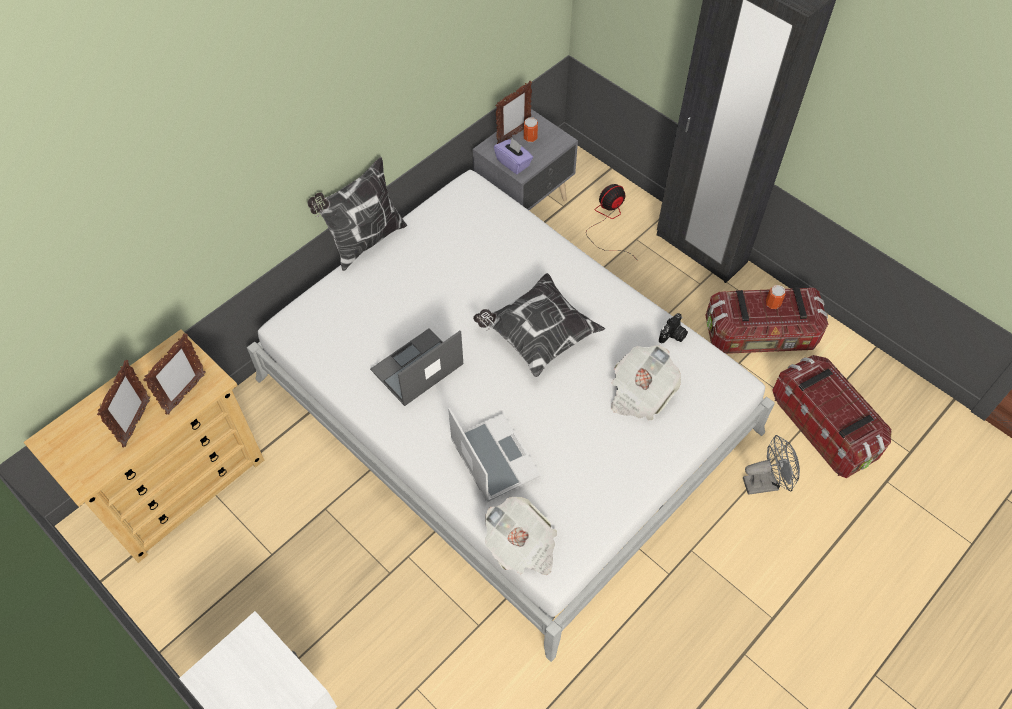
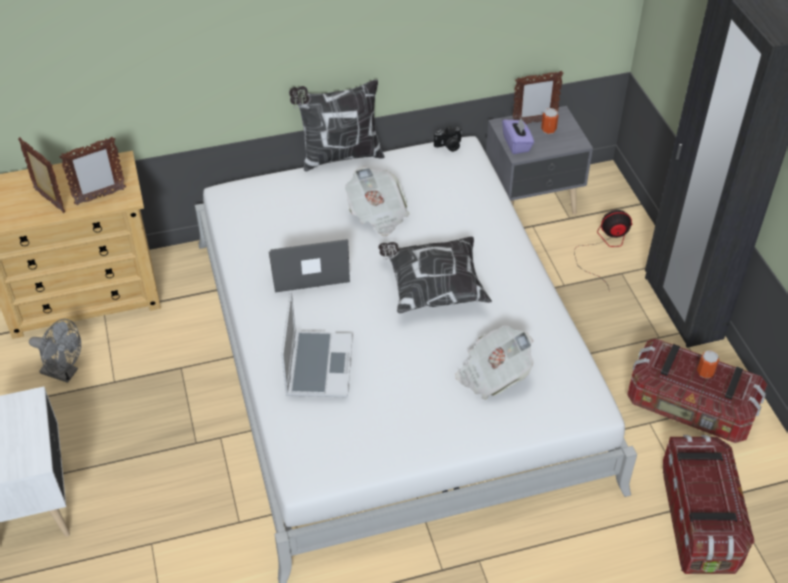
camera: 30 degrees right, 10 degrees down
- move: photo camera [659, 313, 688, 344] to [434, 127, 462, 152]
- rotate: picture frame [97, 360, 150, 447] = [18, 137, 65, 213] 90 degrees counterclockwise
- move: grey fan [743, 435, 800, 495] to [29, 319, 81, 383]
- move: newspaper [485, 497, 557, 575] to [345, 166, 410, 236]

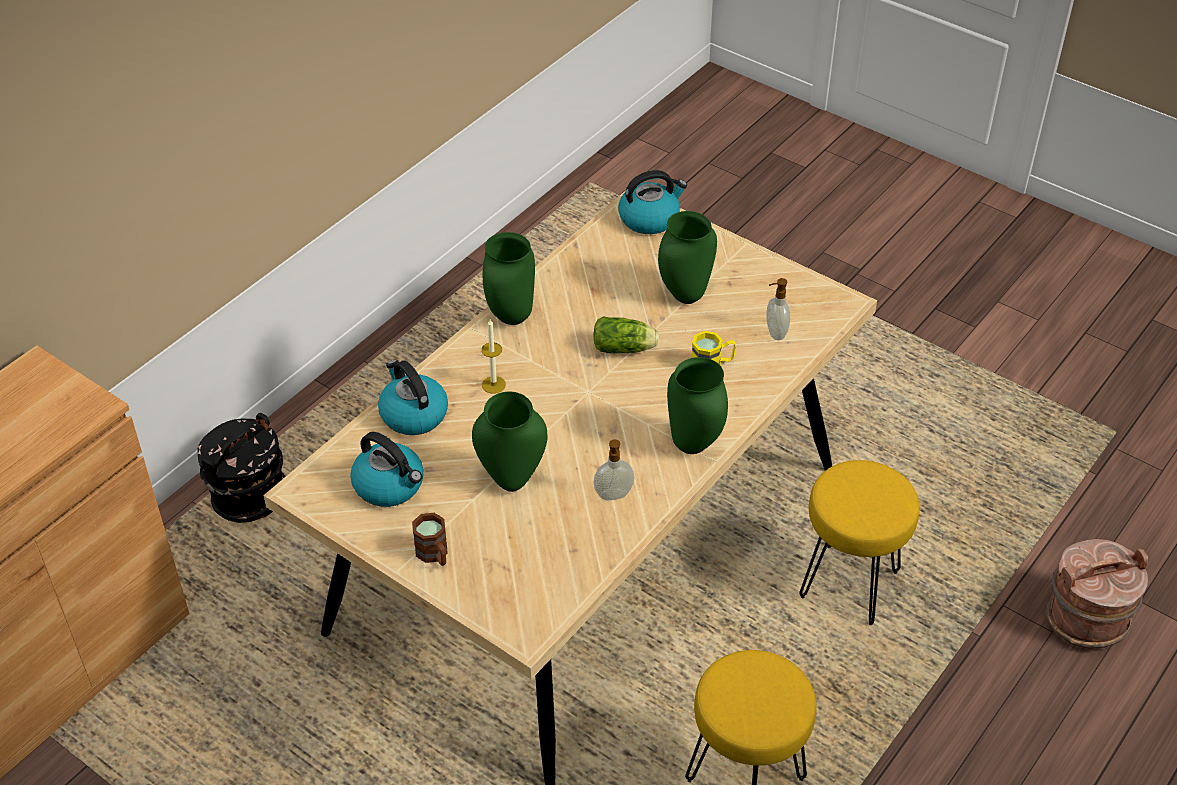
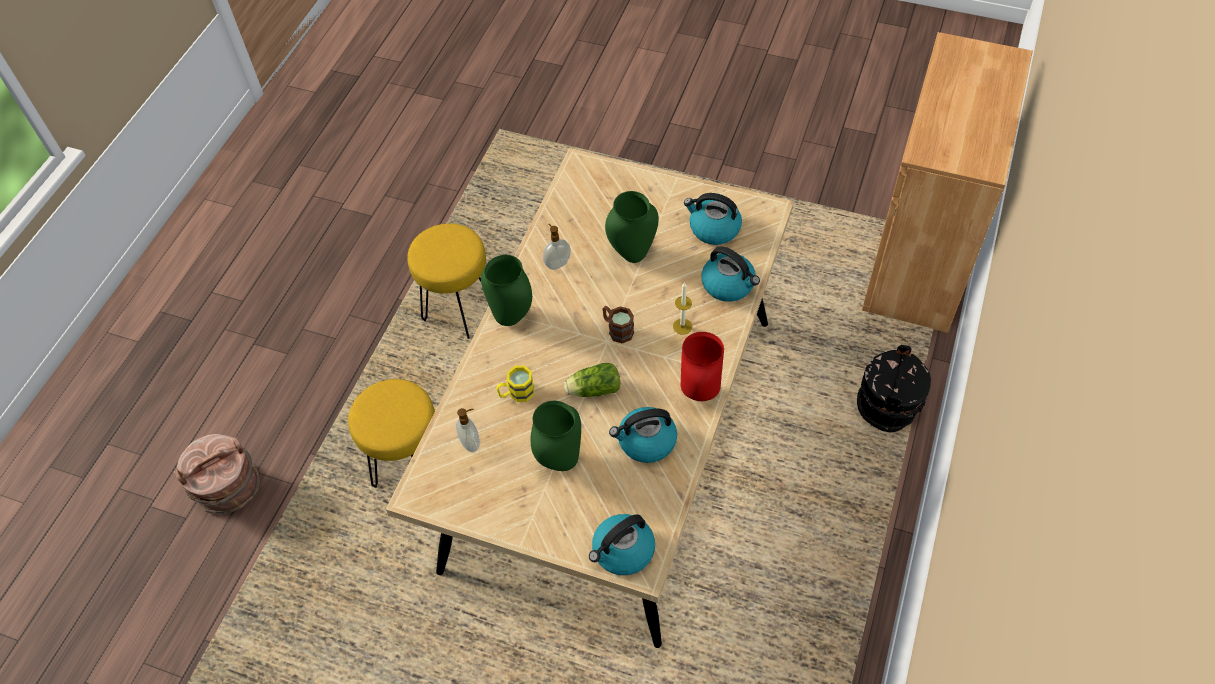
camera: 165 degrees right, 10 degrees up
- recolor: green vase [483, 232, 535, 325] to red vase [681, 332, 724, 401]
- move: brown mug [412, 513, 448, 566] to [603, 306, 634, 344]
- insert: kettle [609, 407, 677, 463]

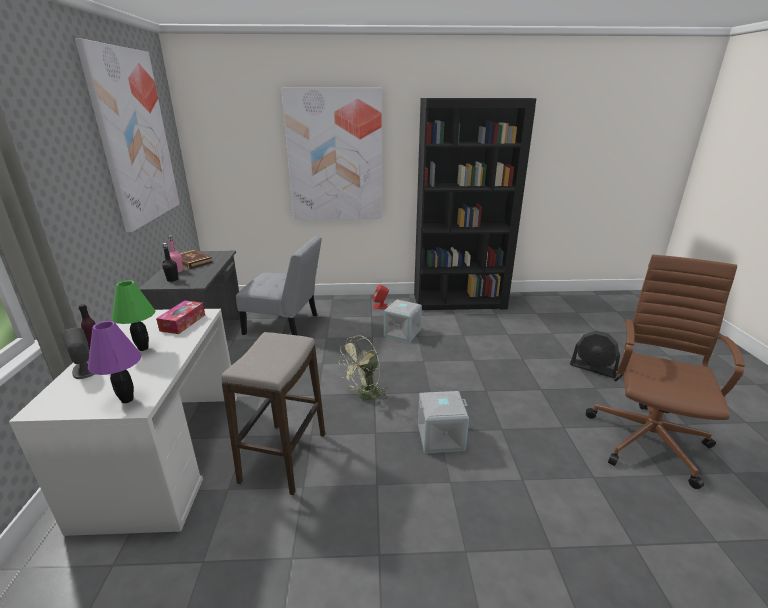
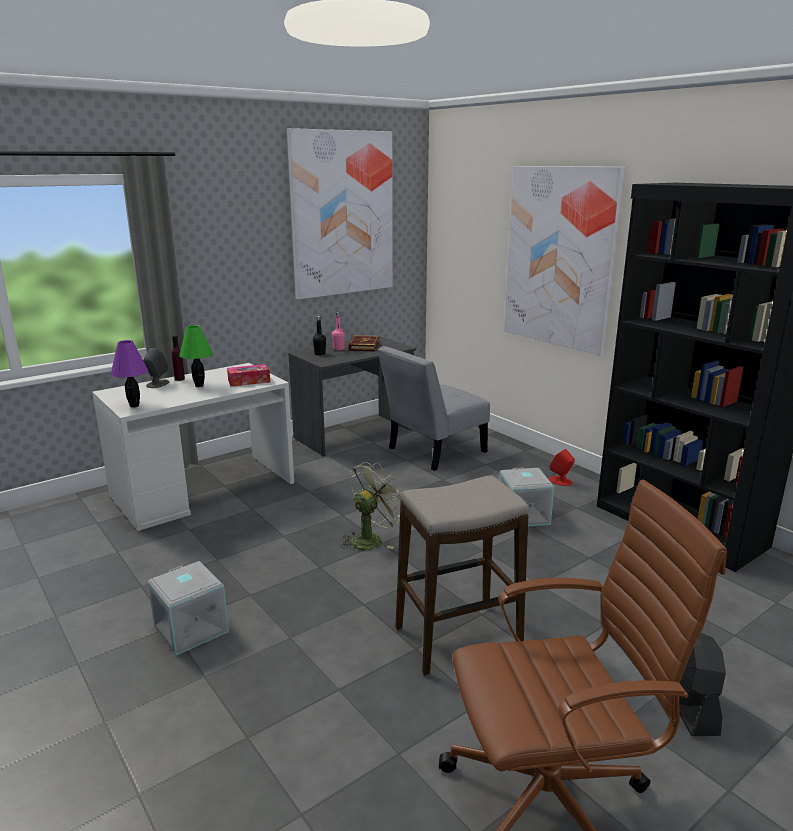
camera: 55 degrees right, 5 degrees down
- rotate: grey chair [236, 236, 322, 336] = [378, 346, 490, 471] 75 degrees clockwise
- move: stool [221, 332, 325, 495] to [395, 475, 528, 675]
- rotate: green fan [338, 335, 389, 403] = [341, 462, 401, 550] 120 degrees clockwise
- move: grey storage box [418, 391, 469, 453] to [147, 561, 229, 656]

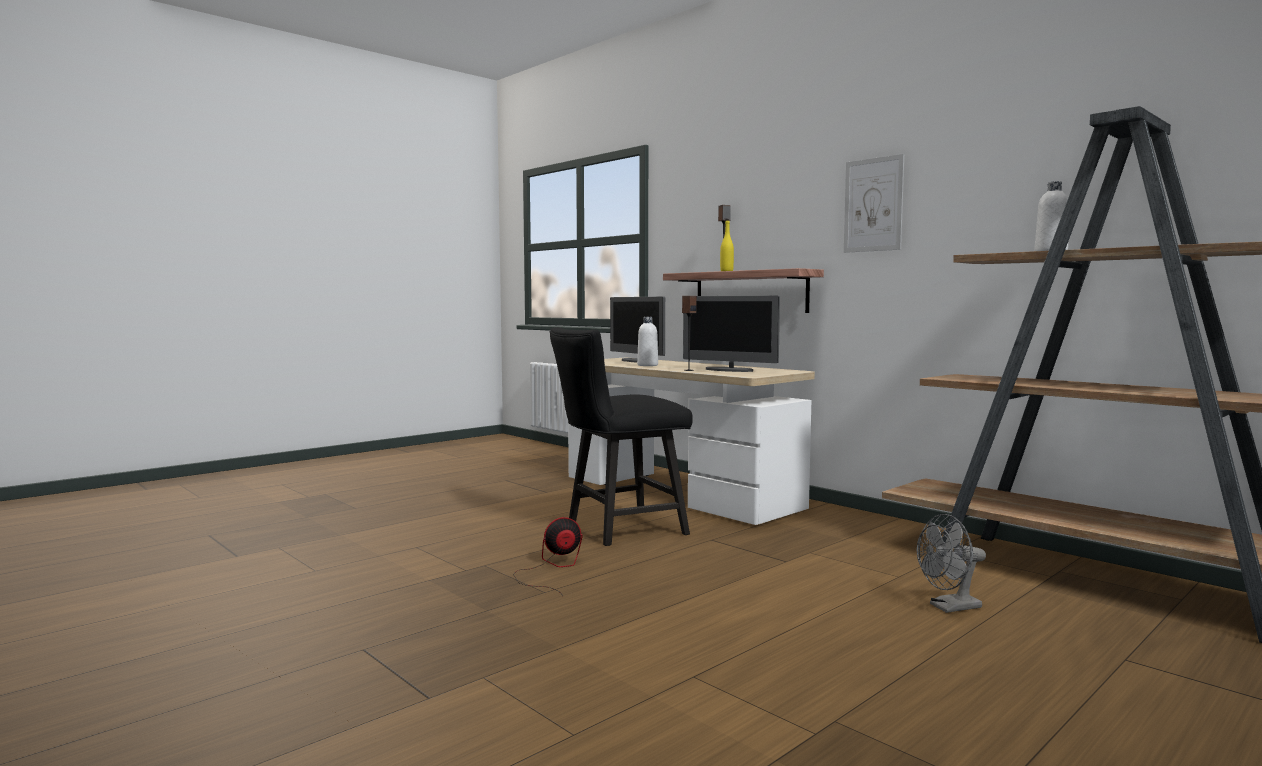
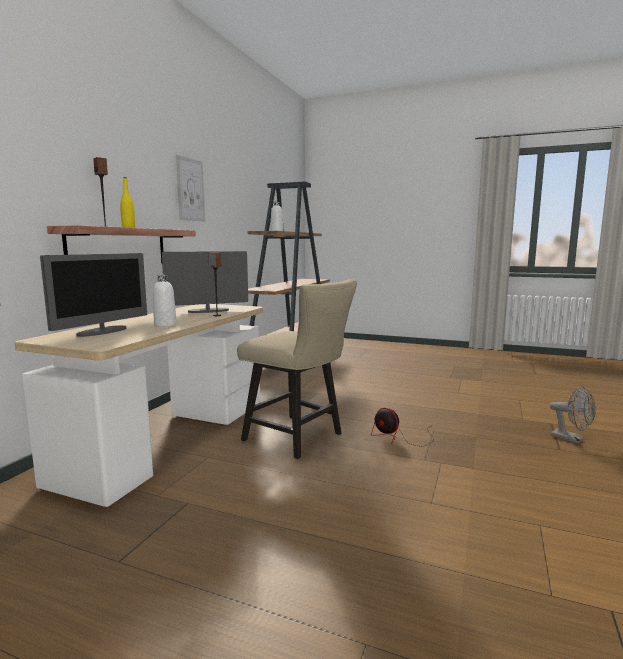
camera: 115 degrees left, 5 degrees up
- rotate: monitor [683, 296, 780, 372] = [162, 251, 248, 313] 120 degrees counterclockwise
- recolor: black chair [550, 327, 693, 546] to beige chair [237, 279, 357, 459]
- move: grey fan [917, 514, 986, 613] to [550, 386, 596, 444]

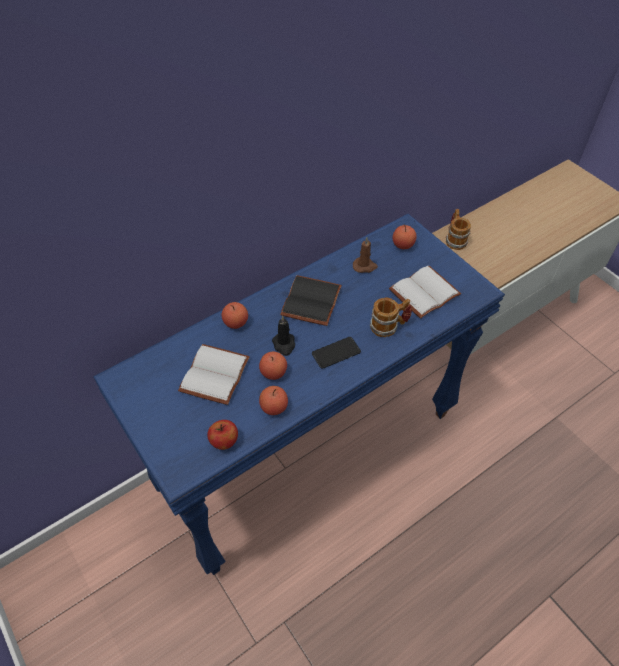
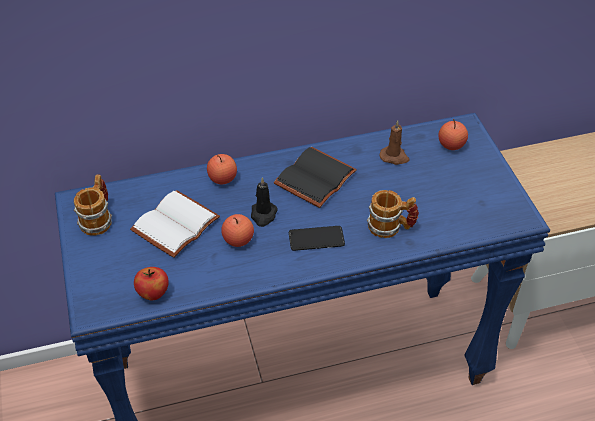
camera: 20 degrees right, 5 degrees down
- move: mug [446, 209, 471, 250] to [74, 174, 112, 236]
- delete: white book [389, 266, 461, 319]
- delete: apple [259, 386, 288, 415]

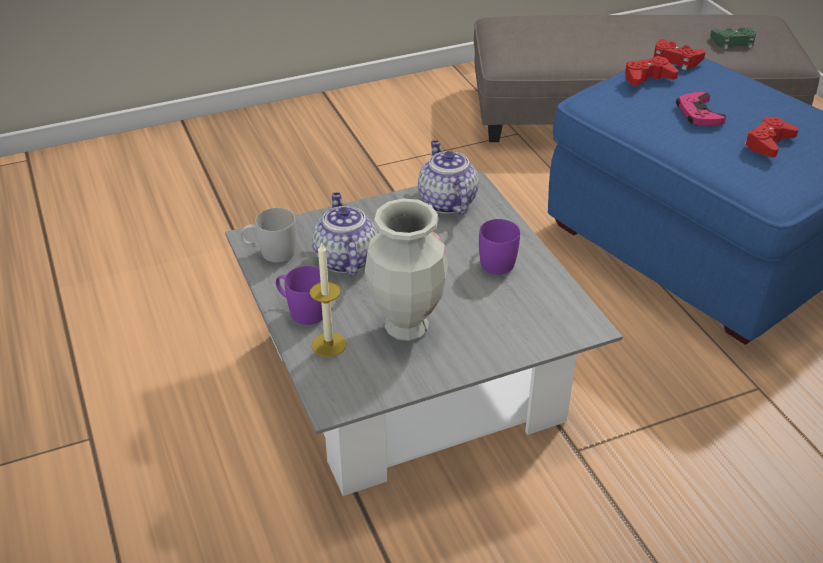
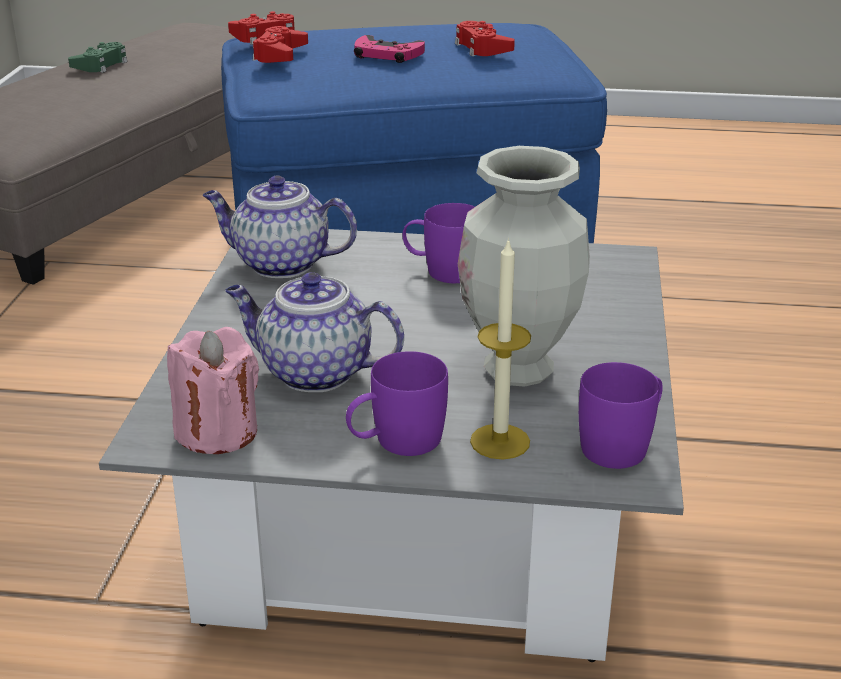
camera: 60 degrees left, 10 degrees down
- move: green game controller [710, 27, 756, 49] to [68, 42, 127, 73]
- replace: white mug [241, 208, 297, 262] to pink candle [167, 327, 259, 454]
- insert: purple mug [579, 362, 663, 469]

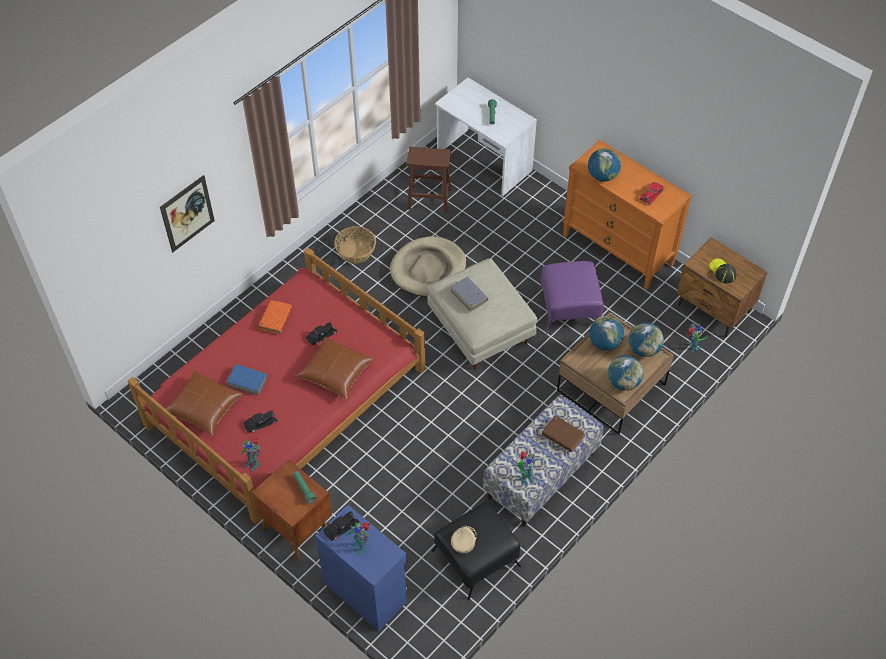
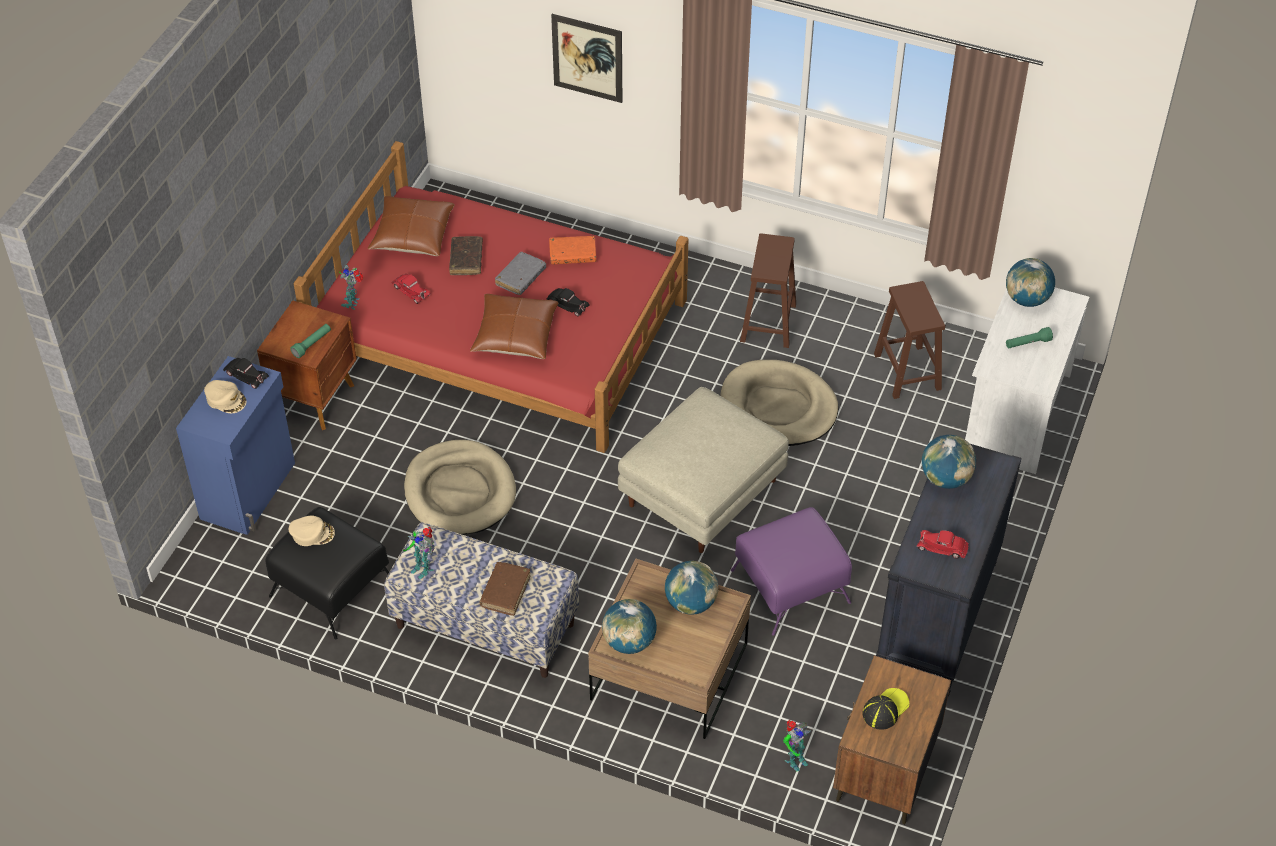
camera: 70 degrees right, 5 degrees down
- recolor: orange dresser [563, 140, 692, 290] to black dresser [876, 444, 1022, 696]
- replace: basket [334, 226, 376, 263] to brown stool [740, 234, 796, 348]
- move: grey book [451, 277, 488, 312] to [495, 252, 546, 295]
- move: globe [628, 322, 664, 357] to [1006, 258, 1055, 307]
- recolor: blue book [227, 364, 268, 395] to brown book [449, 236, 483, 275]
- recolor: black toy car [244, 411, 278, 433] to red toy car [392, 274, 431, 304]
- replace: toy robot [346, 522, 369, 555] to beige cap [204, 380, 247, 413]
- insert: beige dog bed [404, 440, 516, 535]

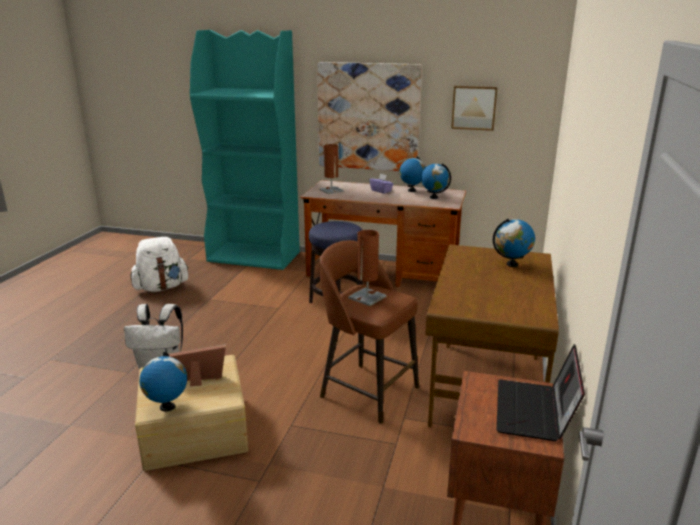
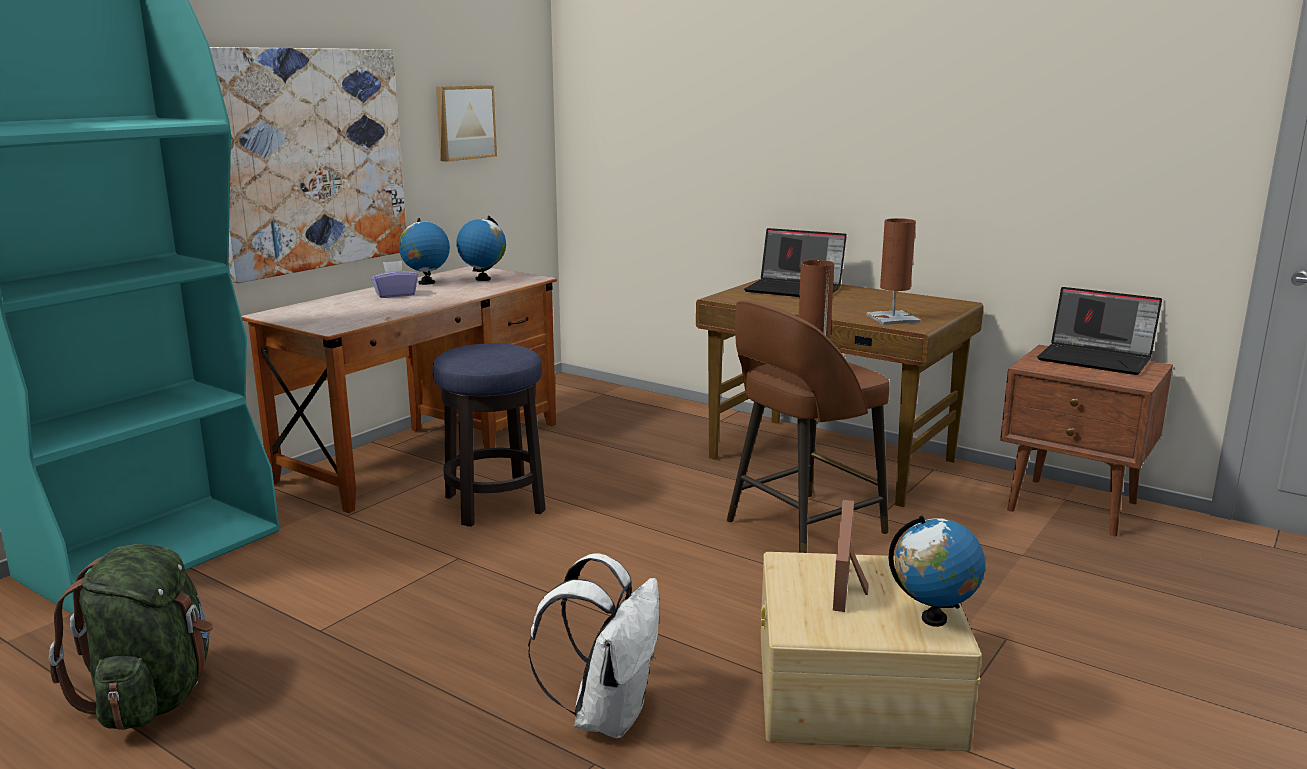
camera: 70 degrees left, 5 degrees down
- move: brown table lamp [319, 144, 344, 194] to [867, 218, 920, 325]
- replace: globe [493, 219, 535, 267] to laptop [744, 228, 847, 297]
- recolor: white backpack [130, 237, 189, 292] to green backpack [49, 544, 213, 730]

